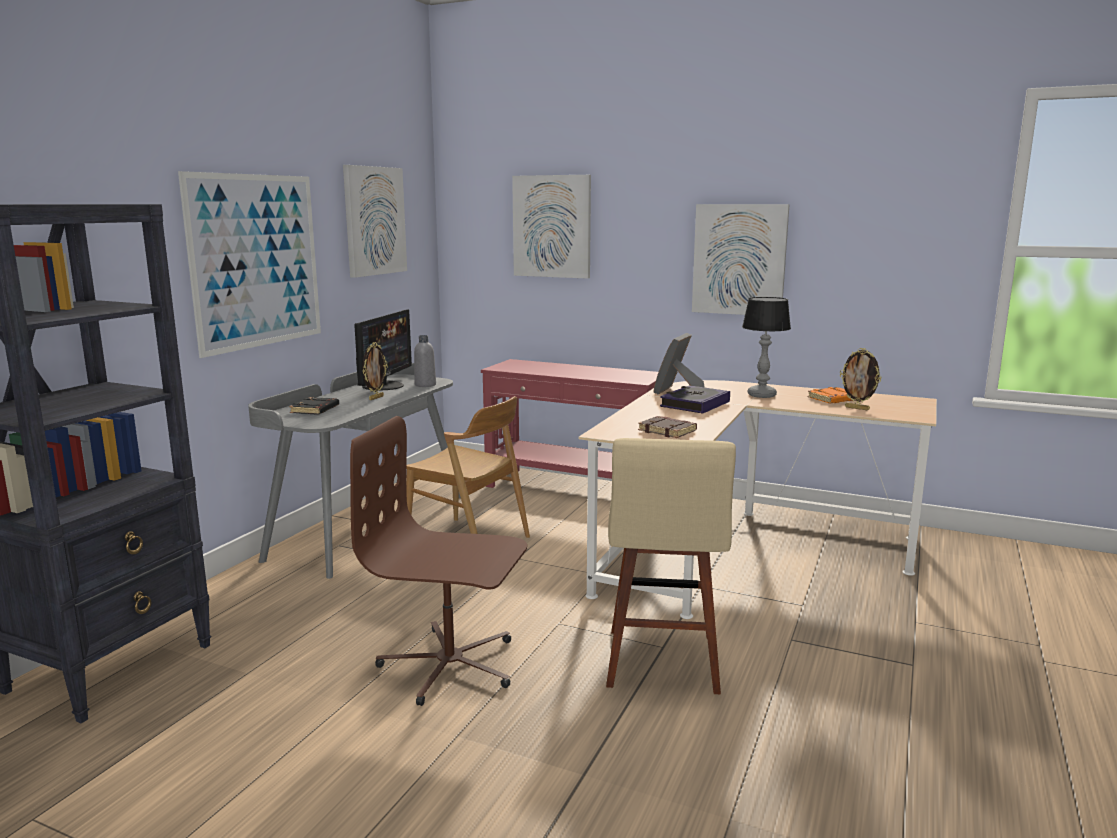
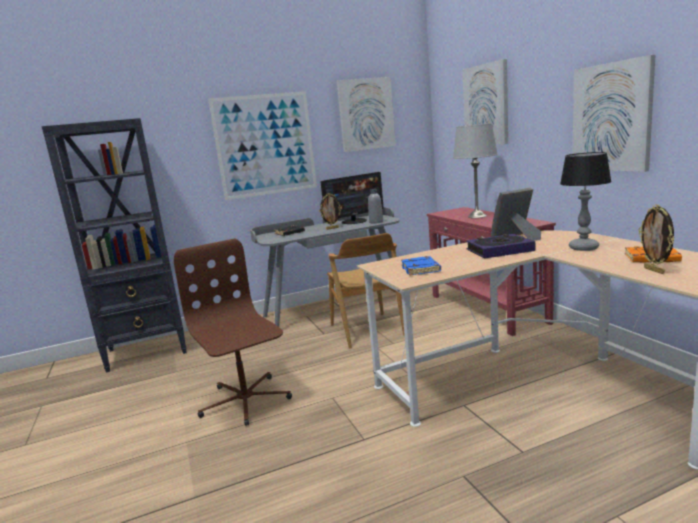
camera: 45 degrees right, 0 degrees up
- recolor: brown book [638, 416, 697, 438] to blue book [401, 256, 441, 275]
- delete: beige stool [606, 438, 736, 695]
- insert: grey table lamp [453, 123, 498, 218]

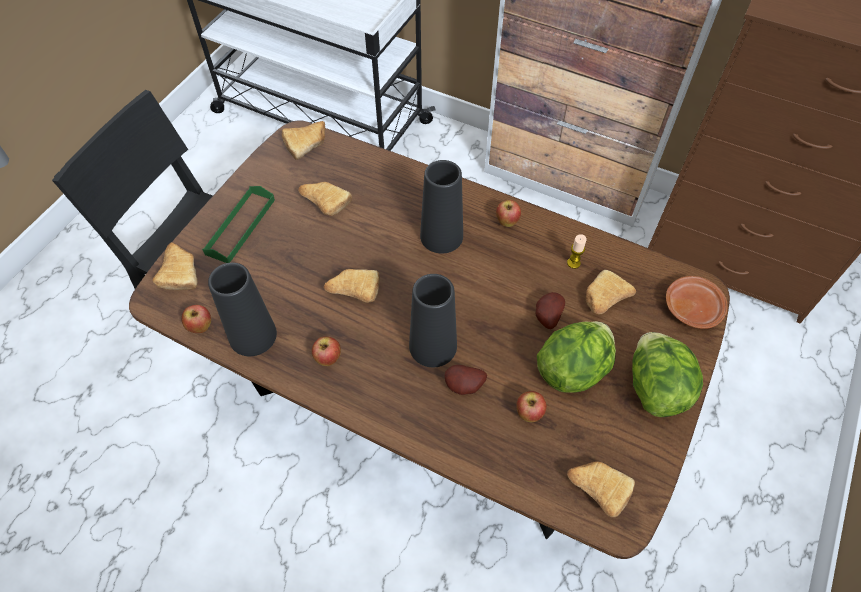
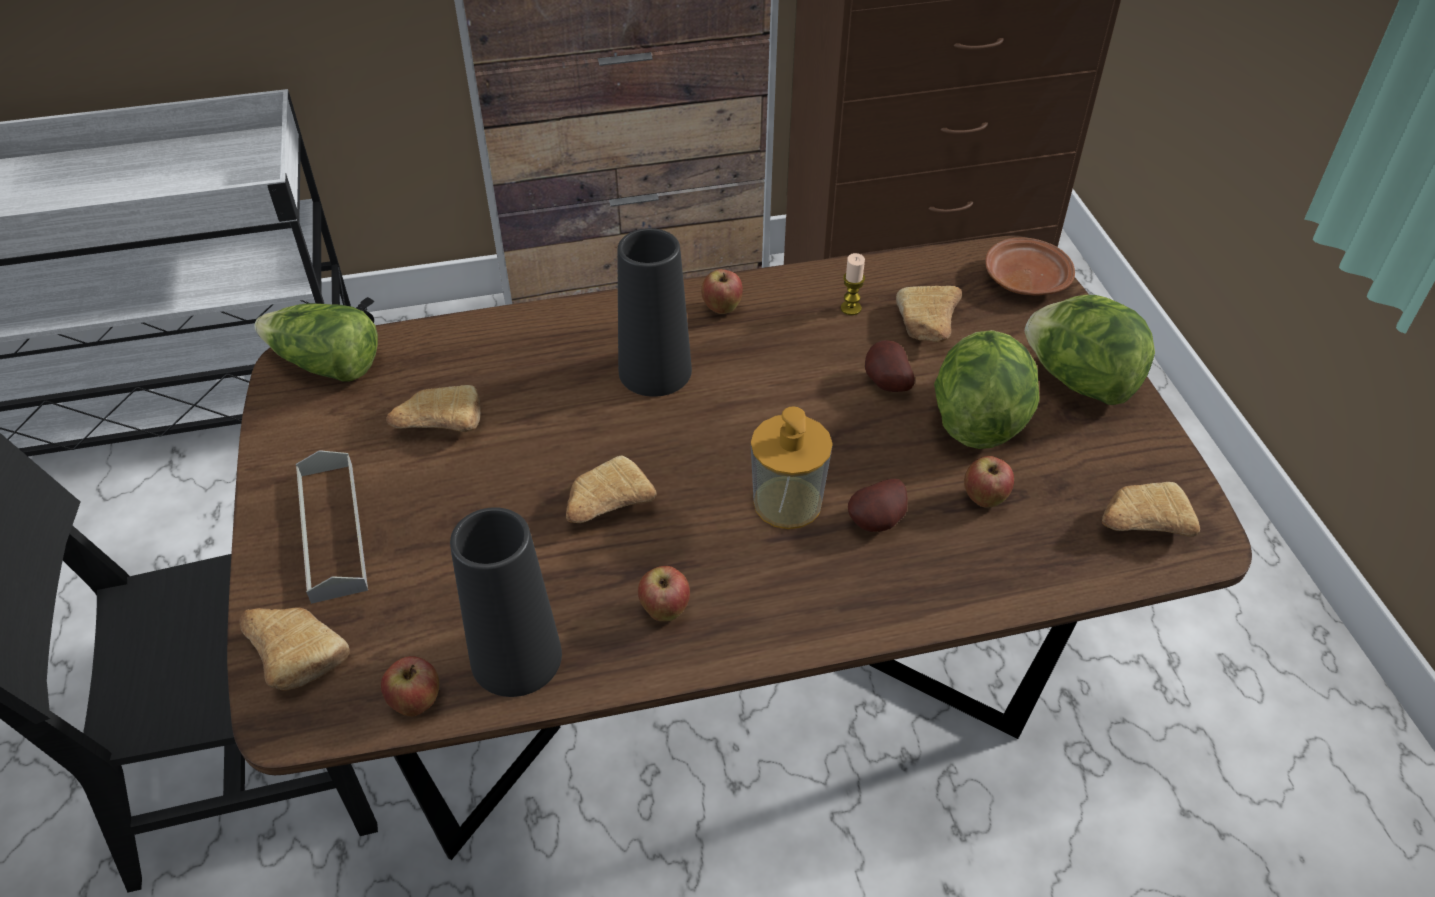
camera: 40 degrees left, 10 degrees down
- replace: bread [282, 121, 325, 160] to lettuce [254, 303, 378, 382]
- recolor: green tray [202, 186, 275, 263] to grey tray [296, 450, 368, 604]
- replace: black vase [409, 274, 457, 367] to soap dispenser [751, 406, 833, 529]

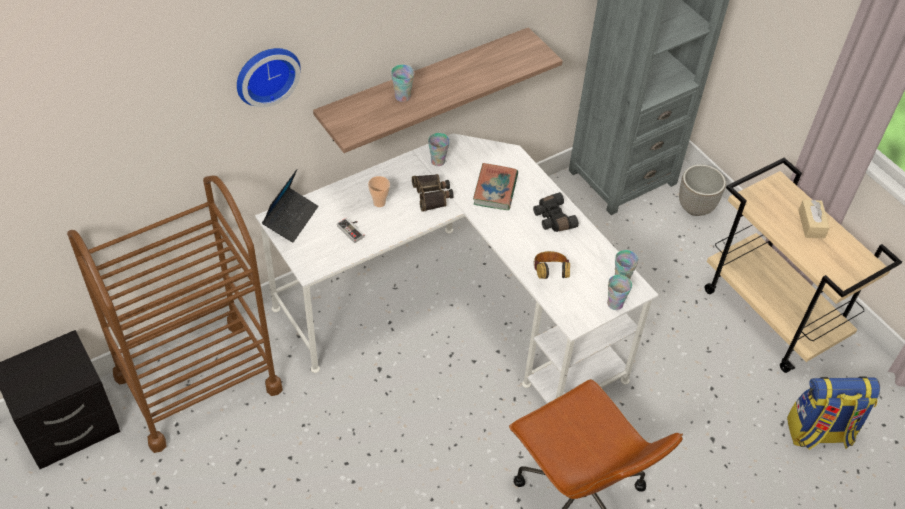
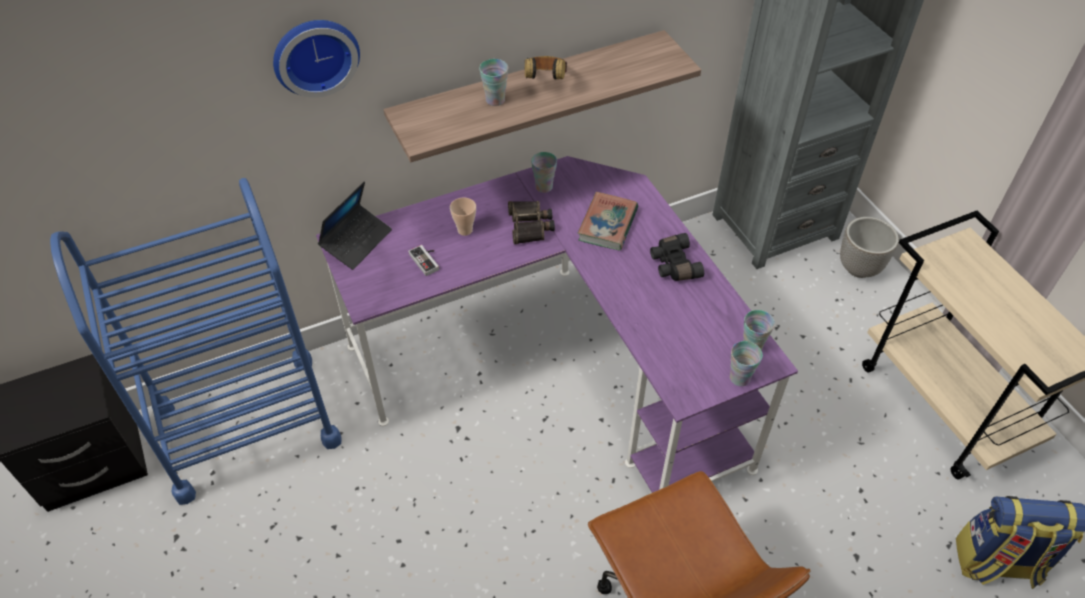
camera: 10 degrees right, 0 degrees up
- recolor: white desk [255, 133, 658, 403] to purple desk [316, 156, 798, 493]
- recolor: brown cart [67, 176, 283, 453] to blue cart [50, 178, 342, 505]
- delete: beige tissue box [798, 200, 830, 238]
- move: headphones [533, 251, 570, 279] to [525, 56, 567, 79]

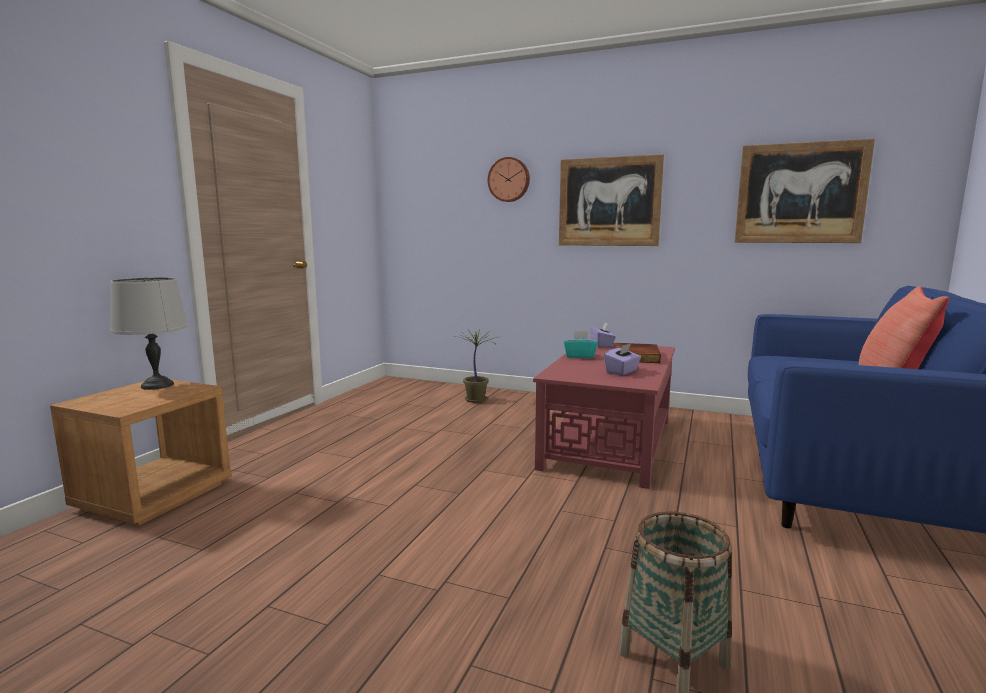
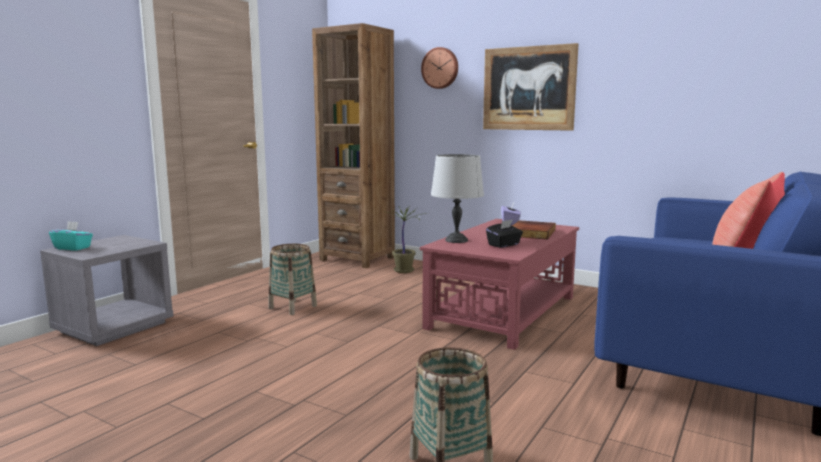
camera: 10 degrees right, 0 degrees up
- delete: picture [735, 139, 875, 243]
- move: grey table lamp [110, 277, 188, 390] to [431, 154, 484, 243]
- move: turquoise tissue box [564, 331, 598, 359] to [49, 221, 93, 251]
- recolor: purple tissue box [604, 344, 641, 375] to black tissue box [486, 219, 523, 248]
- recolor: brown nightstand [50, 380, 232, 526] to grey nightstand [40, 235, 173, 346]
- insert: brown bookcase [312, 23, 395, 268]
- insert: basket [268, 244, 317, 315]

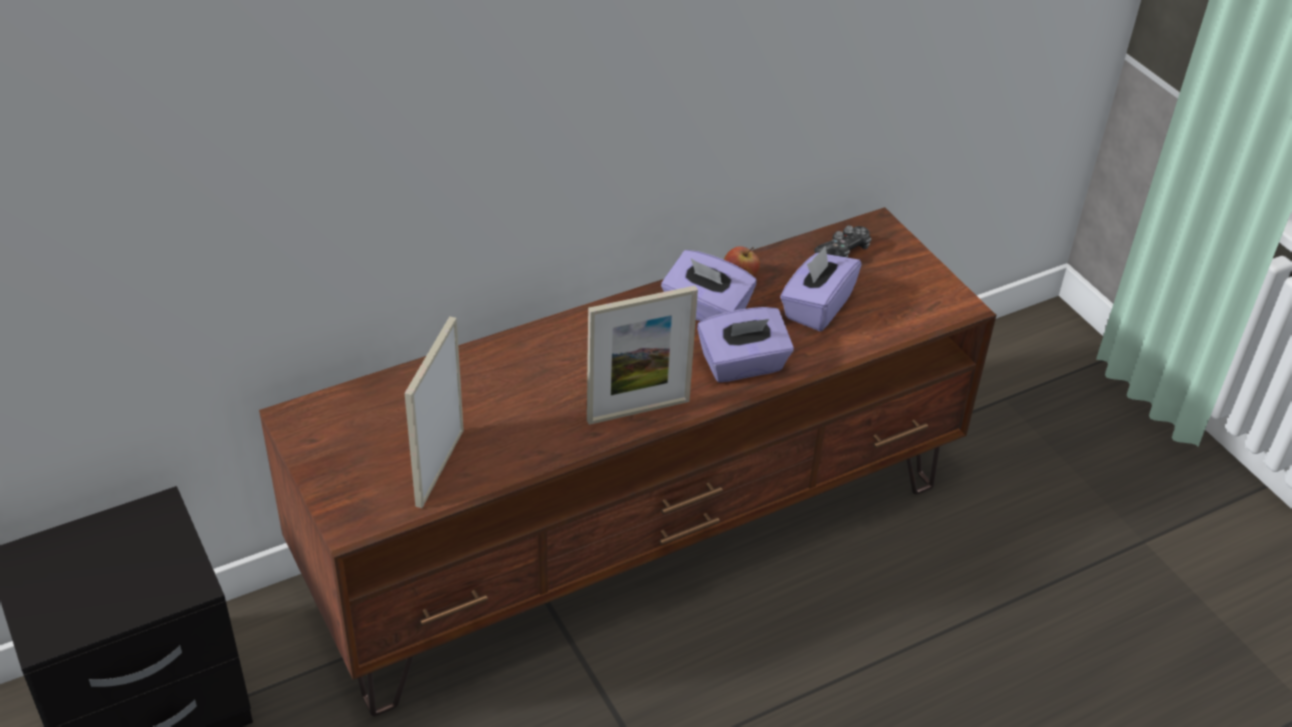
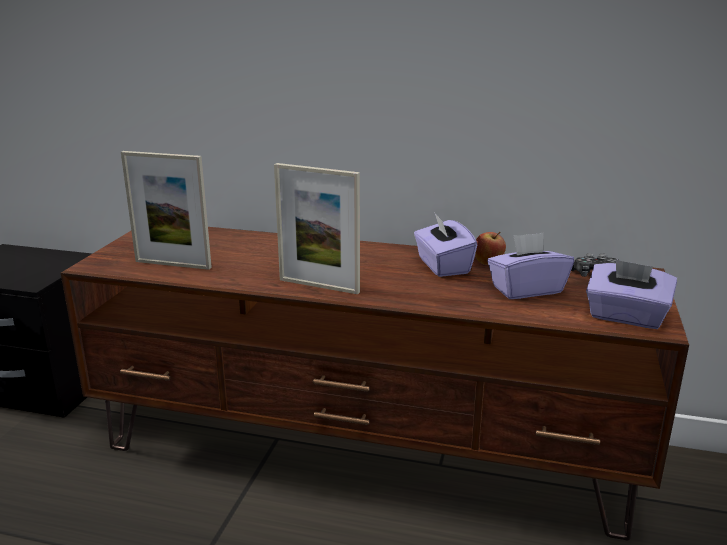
camera: 45 degrees right, 20 degrees down
- move: purple tissue box [697, 307, 794, 382] to [586, 259, 677, 329]
- rotate: picture frame [405, 316, 464, 508] = [121, 151, 212, 270] 135 degrees counterclockwise

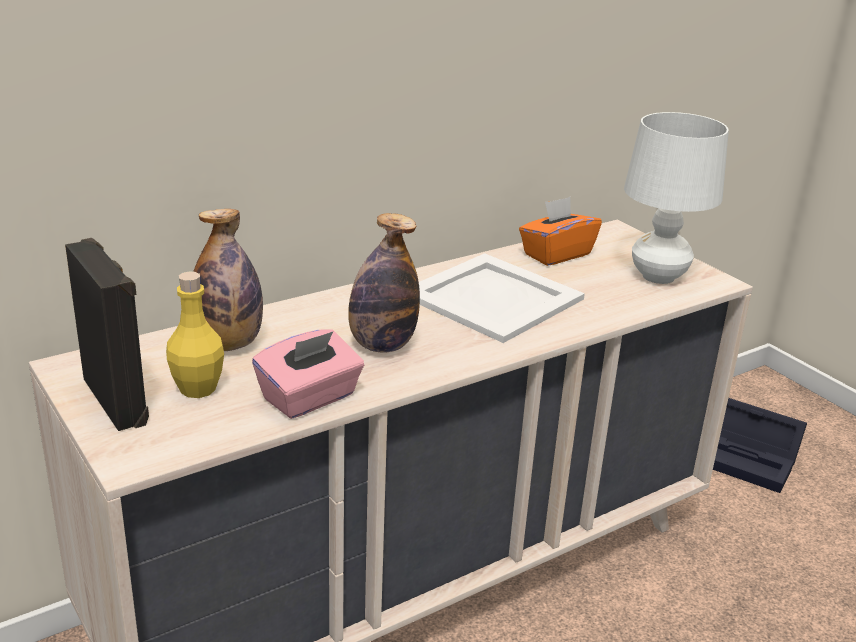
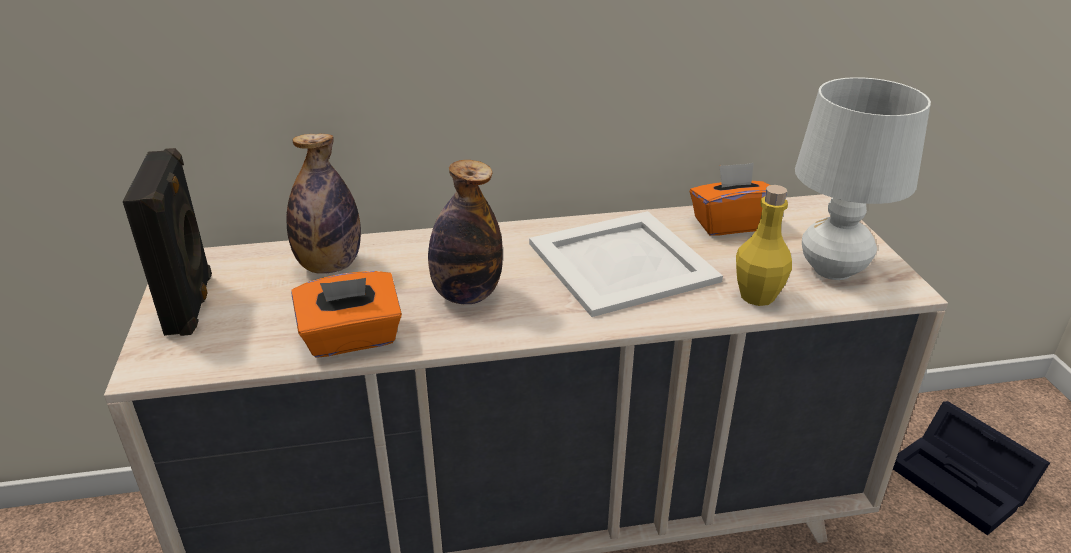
camera: 25 degrees right, 5 degrees up
- move: yellow bottle [166, 272, 224, 398] to [736, 185, 792, 306]
- recolor: pink tissue box [252, 329, 364, 419] to orange tissue box [291, 271, 402, 358]

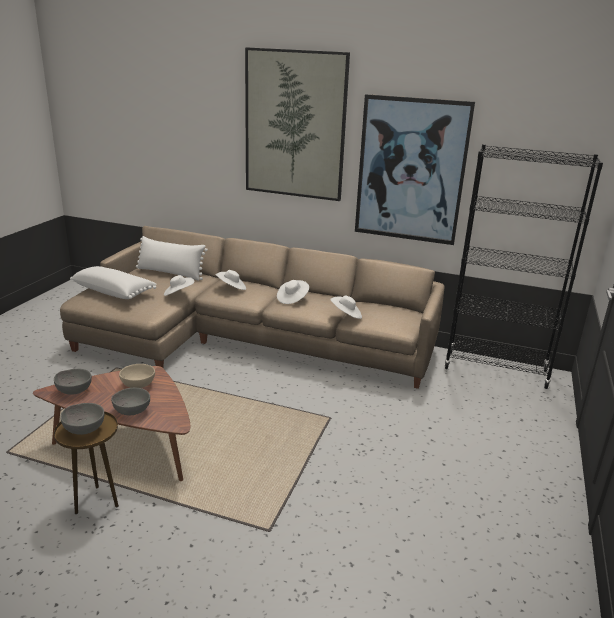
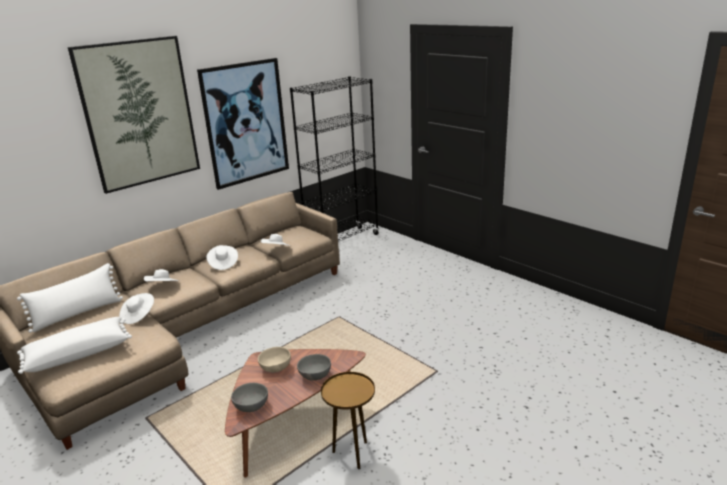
camera: 60 degrees left, 0 degrees up
- delete: grey bowl [60, 403, 104, 435]

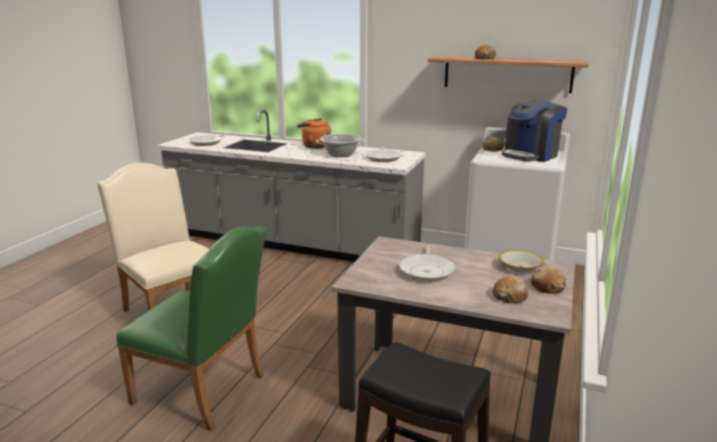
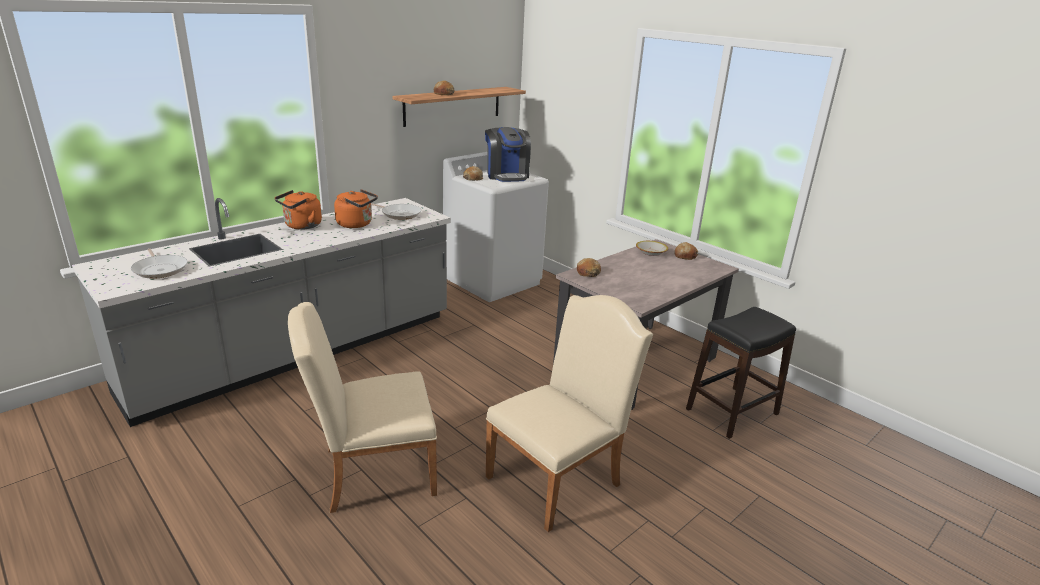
camera: 65 degrees left, 5 degrees up
- replace: cooking pot [316, 134, 366, 157] to orange kettle [334, 189, 378, 228]
- recolor: green chair [116, 226, 267, 431] to beige chair [486, 295, 653, 532]
- delete: frying pan [399, 244, 455, 282]
- move: bread [493, 275, 528, 304] to [577, 258, 601, 277]

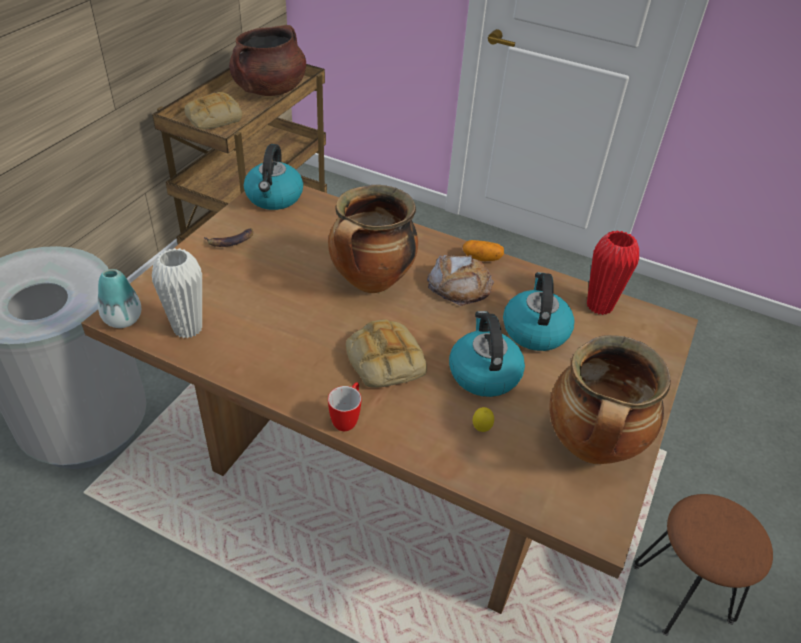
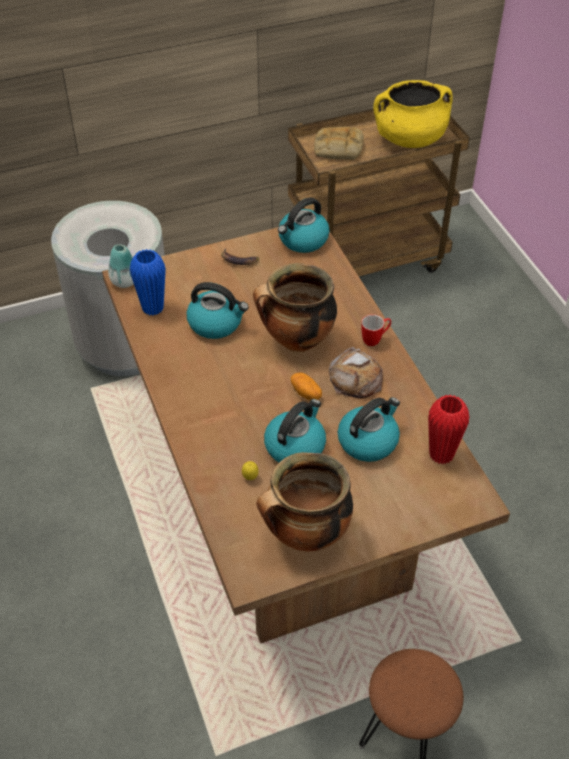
camera: 45 degrees right, 5 degrees up
- recolor: brown cooking pot [229, 25, 306, 96] to yellow cooking pot [373, 80, 453, 148]
- move: potato [463, 240, 504, 261] to [291, 372, 322, 400]
- recolor: white vase [152, 248, 202, 339] to blue vase [130, 249, 166, 316]
- delete: bread [346, 319, 427, 388]
- move: mug [328, 382, 361, 431] to [361, 314, 391, 346]
- insert: kettle [186, 282, 249, 339]

